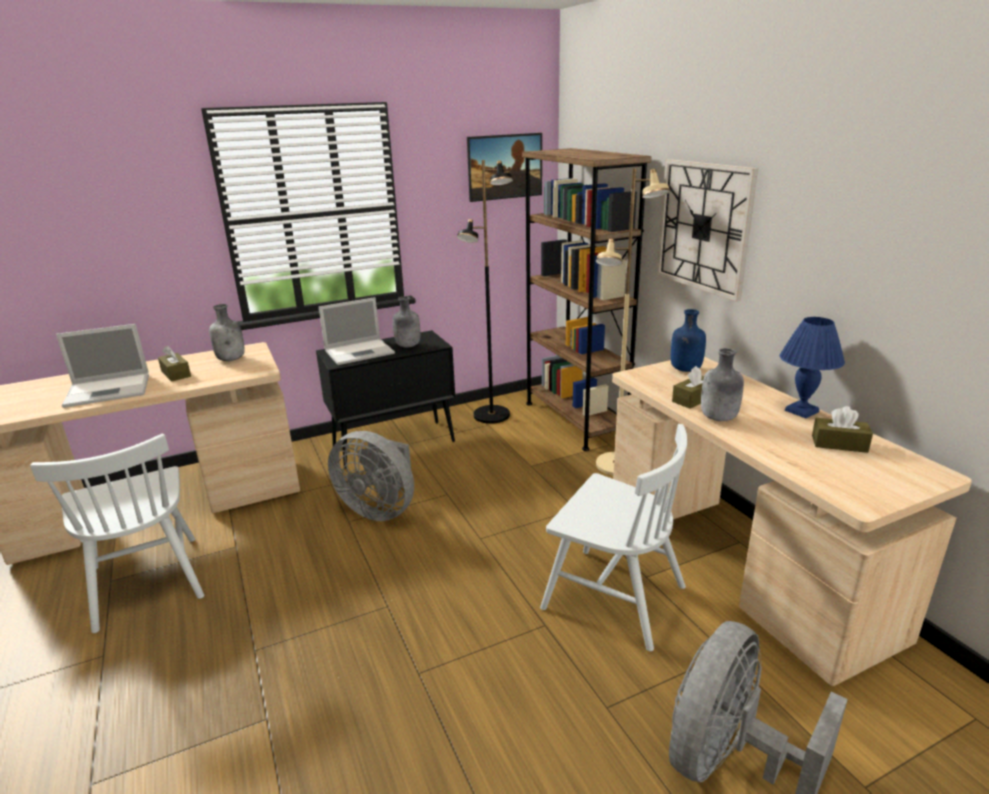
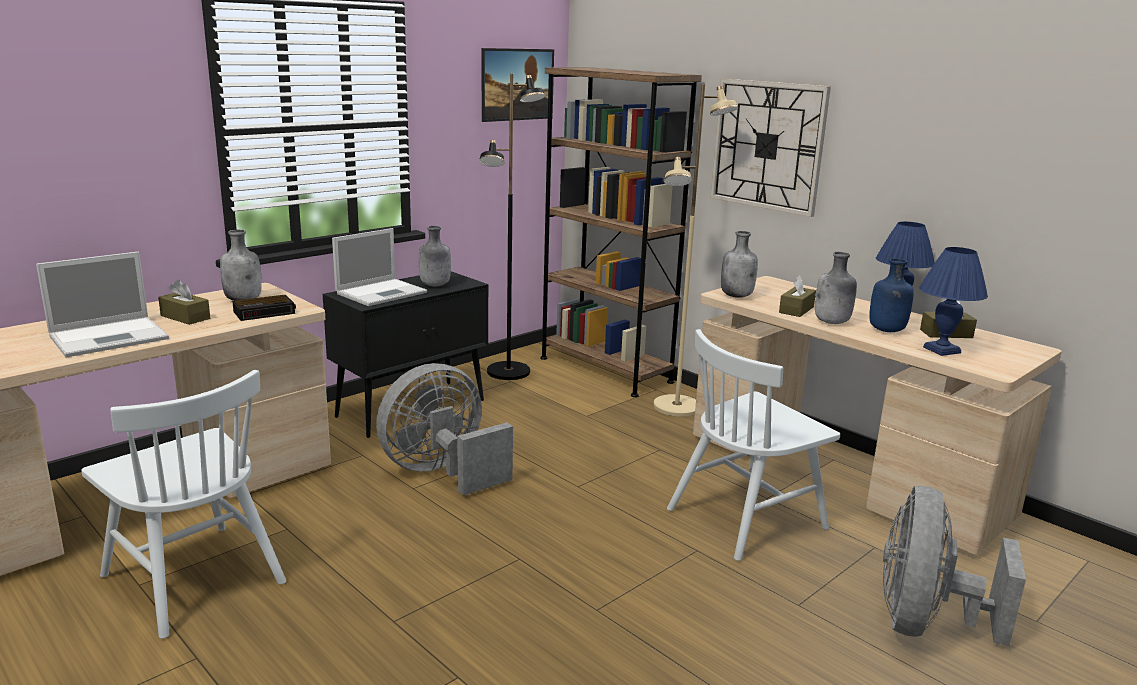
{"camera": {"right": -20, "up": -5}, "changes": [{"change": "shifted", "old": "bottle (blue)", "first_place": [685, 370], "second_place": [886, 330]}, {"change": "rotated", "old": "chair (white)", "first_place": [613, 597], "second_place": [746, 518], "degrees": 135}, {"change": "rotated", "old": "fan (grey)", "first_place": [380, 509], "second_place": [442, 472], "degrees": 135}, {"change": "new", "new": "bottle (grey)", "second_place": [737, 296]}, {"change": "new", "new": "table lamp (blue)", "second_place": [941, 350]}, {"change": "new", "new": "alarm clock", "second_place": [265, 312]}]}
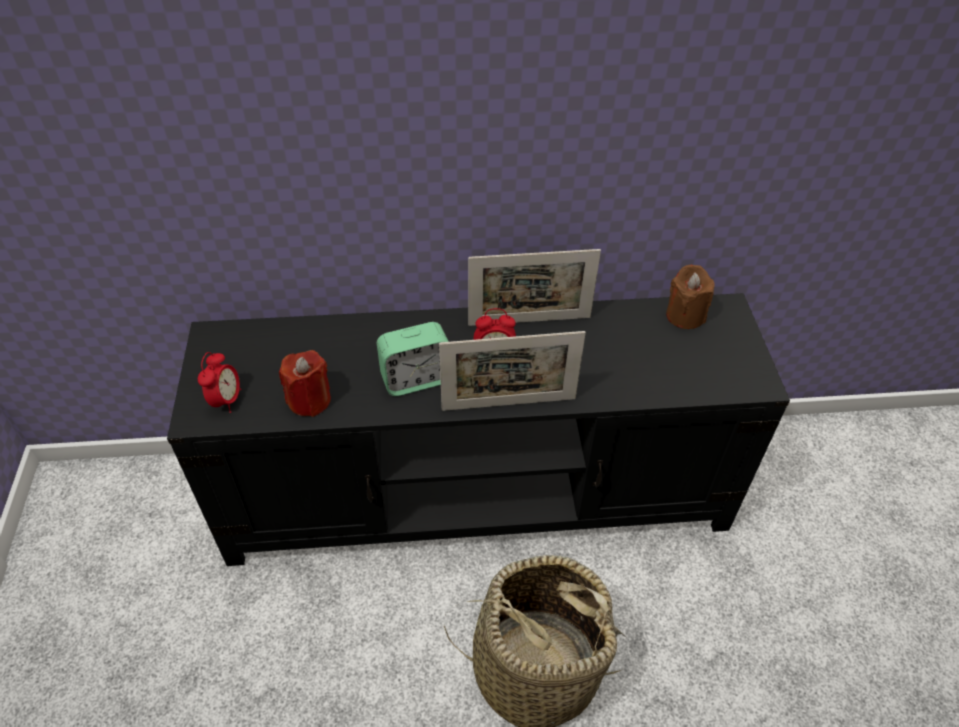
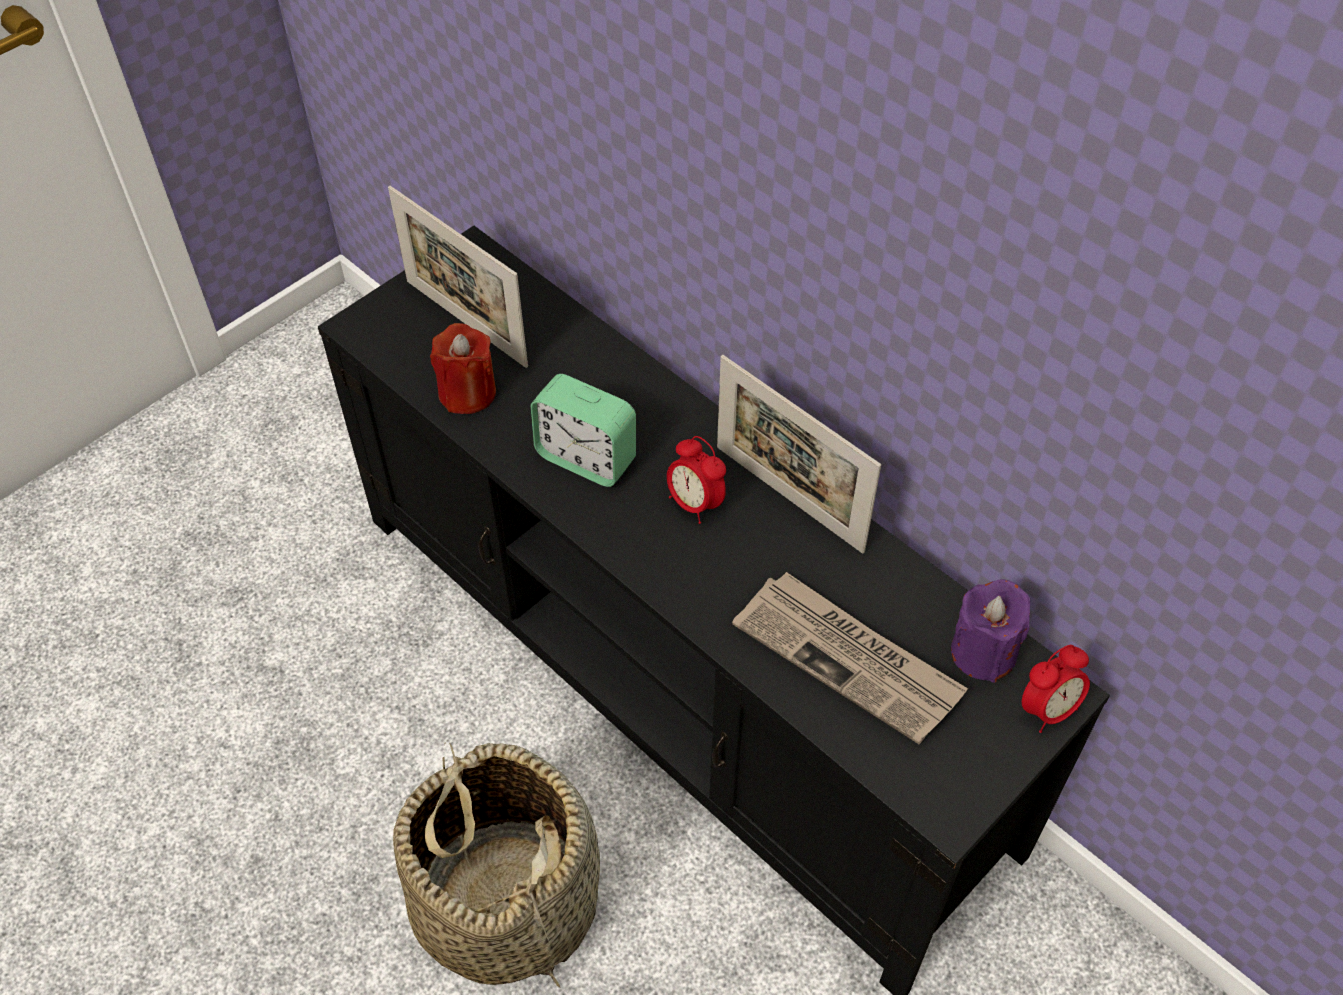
{"camera": {"right": 50, "up": 5}, "changes": [{"change": "repainted", "old": "candle (brown)", "new": "candle (purple)", "first_place": [685, 315], "second_place": [983, 652]}, {"change": "shifted", "old": "picture frame", "first_place": [509, 404], "second_place": [466, 323]}, {"change": "shifted", "old": "alarm clock", "first_place": [226, 400], "second_place": [1047, 709]}, {"change": "new", "new": "newspaper", "second_place": [849, 658]}]}
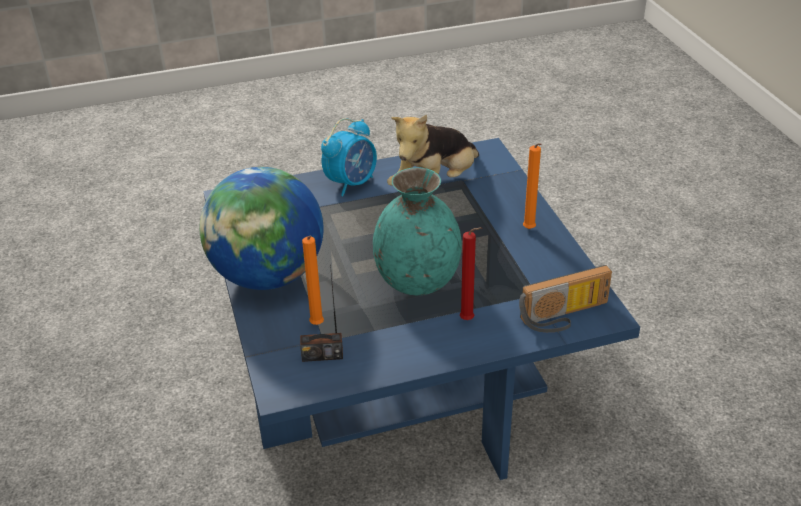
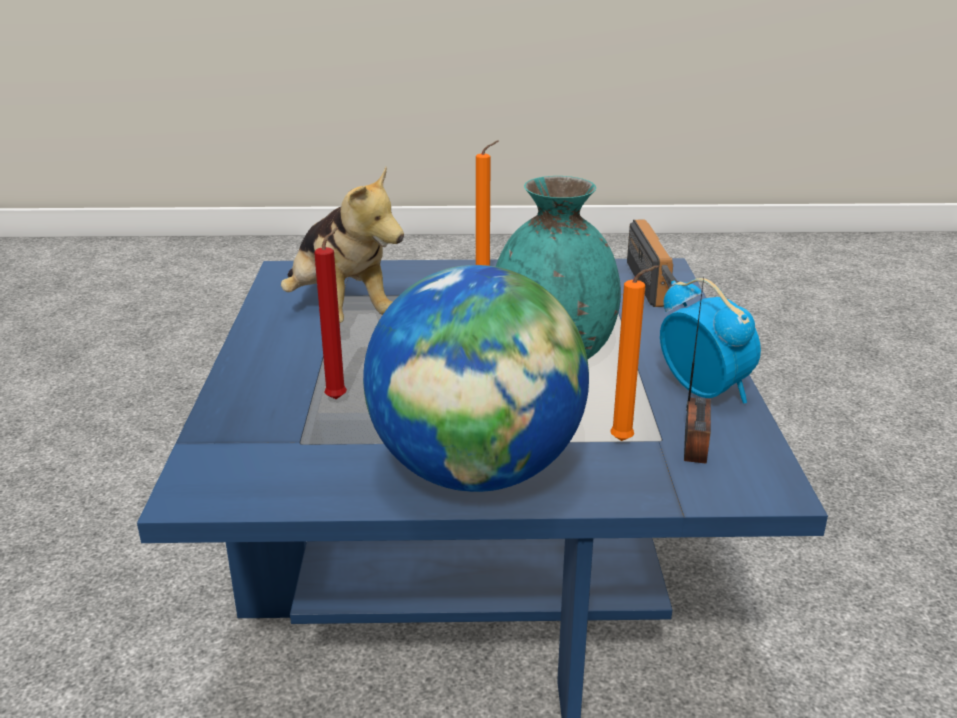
{"camera": {"right": -75, "up": -10}, "changes": [{"change": "shifted", "old": "alarm clock", "first_place": [351, 183], "second_place": [704, 390]}, {"change": "shifted", "old": "candle (red)", "first_place": [469, 320], "second_place": [339, 398]}]}
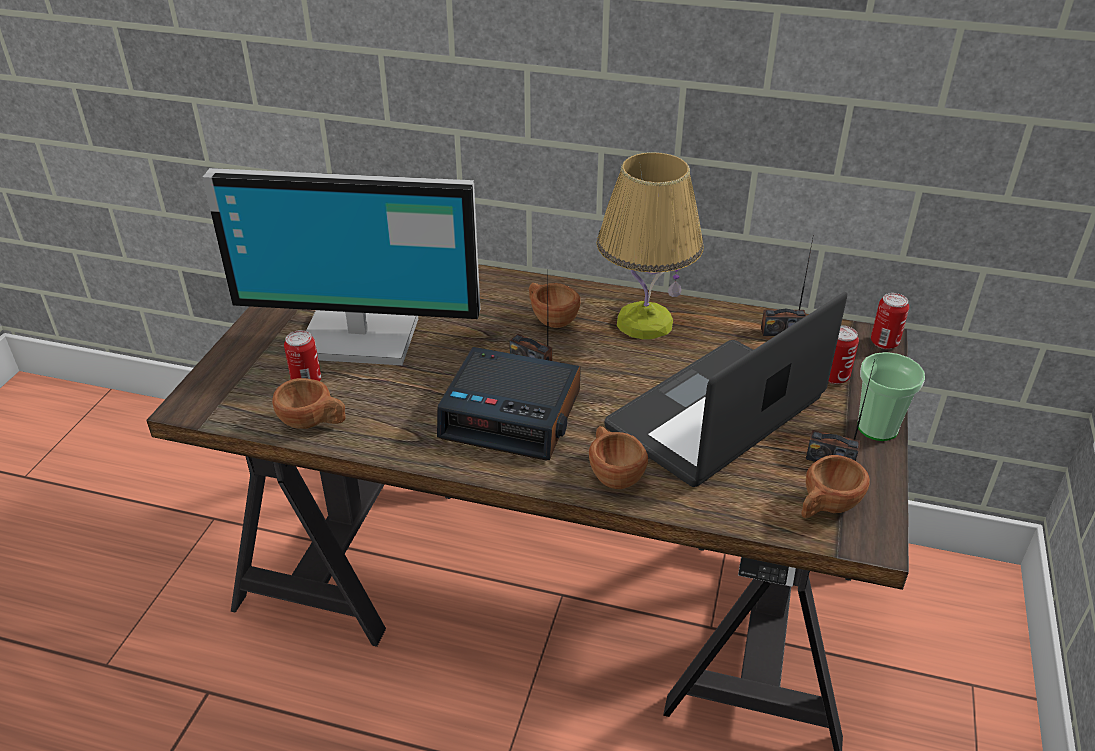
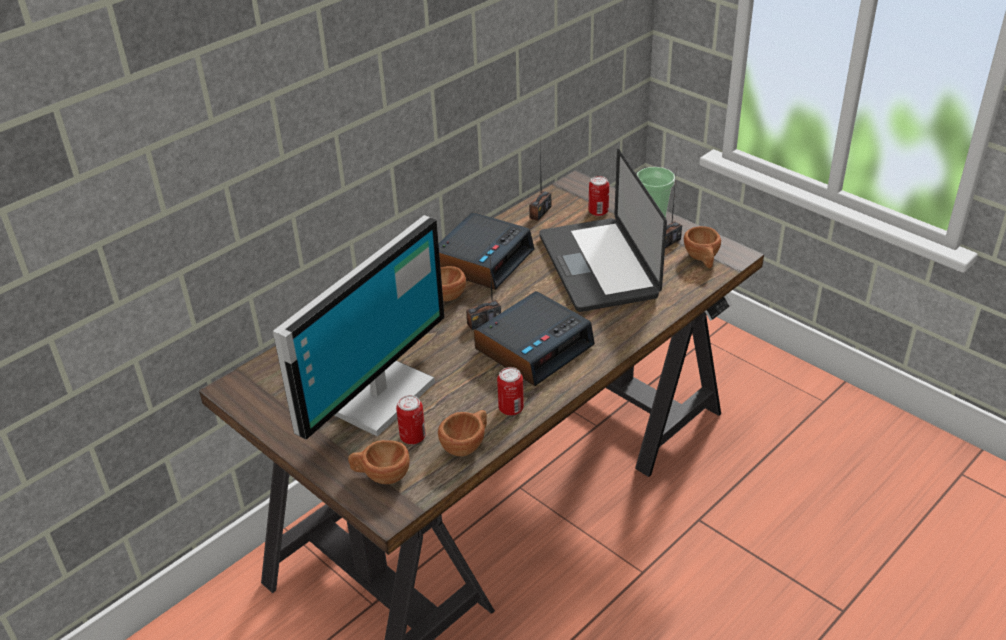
{"camera": {"right": -60, "up": 0}, "changes": [{"change": "swapped", "old": "table lamp", "new": "alarm clock", "first_place": [644, 322], "second_place": [482, 260]}, {"change": "shifted", "old": "can", "first_place": [884, 342], "second_place": [511, 408]}, {"change": "shifted", "old": "cup (brown)", "first_place": [612, 473], "second_place": [381, 476]}]}
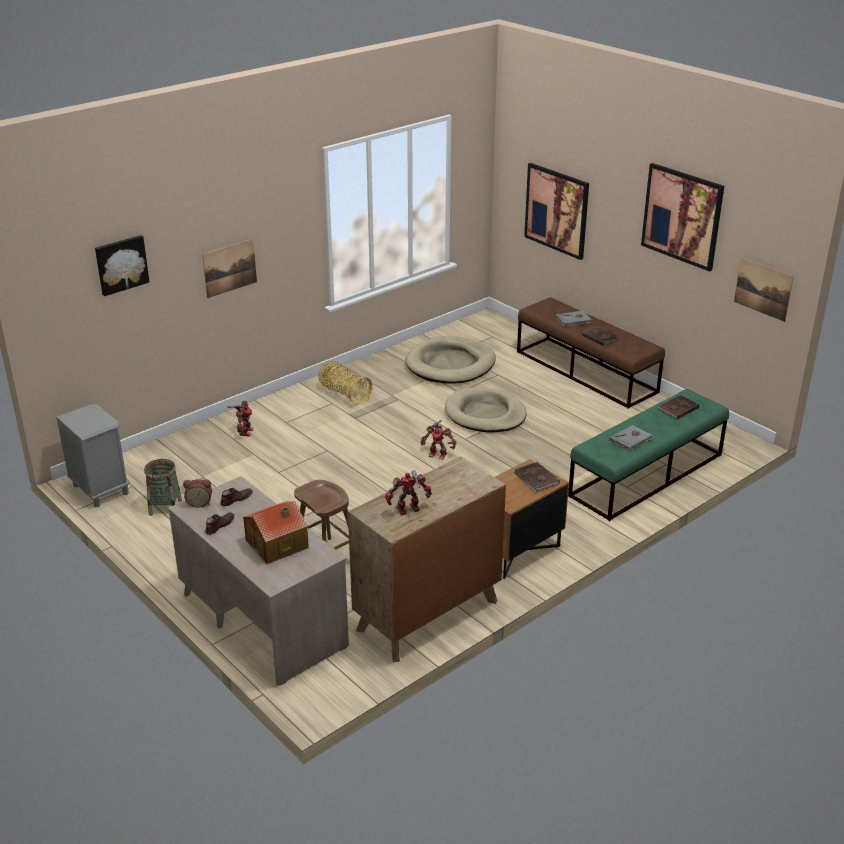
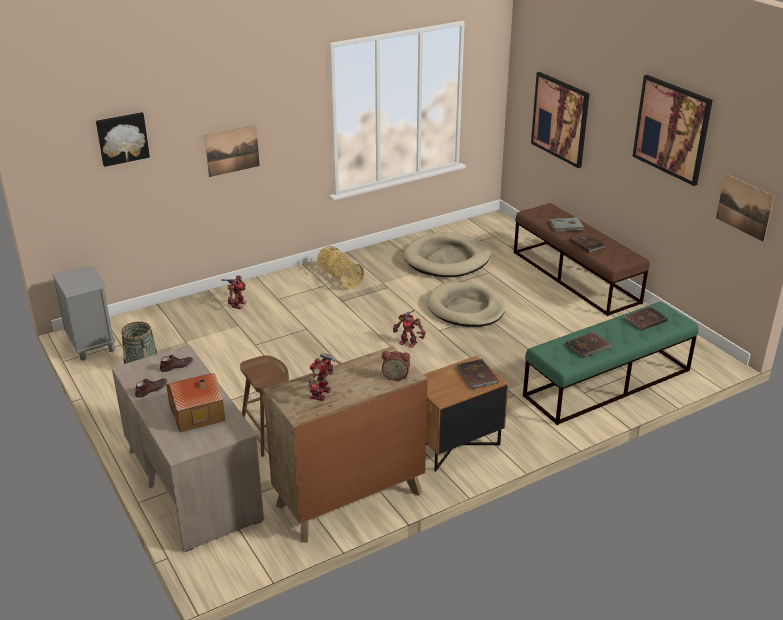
{"camera": {"right": 10, "up": 0}, "changes": [{"change": "repainted", "old": "book (grey)", "new": "book (brown)", "first_place": [631, 440], "second_place": [588, 346]}, {"change": "rotated", "old": "toy robot", "first_place": [409, 510], "second_place": [322, 394], "degrees": -60}, {"change": "shifted", "old": "alarm clock", "first_place": [199, 503], "second_place": [396, 376]}]}
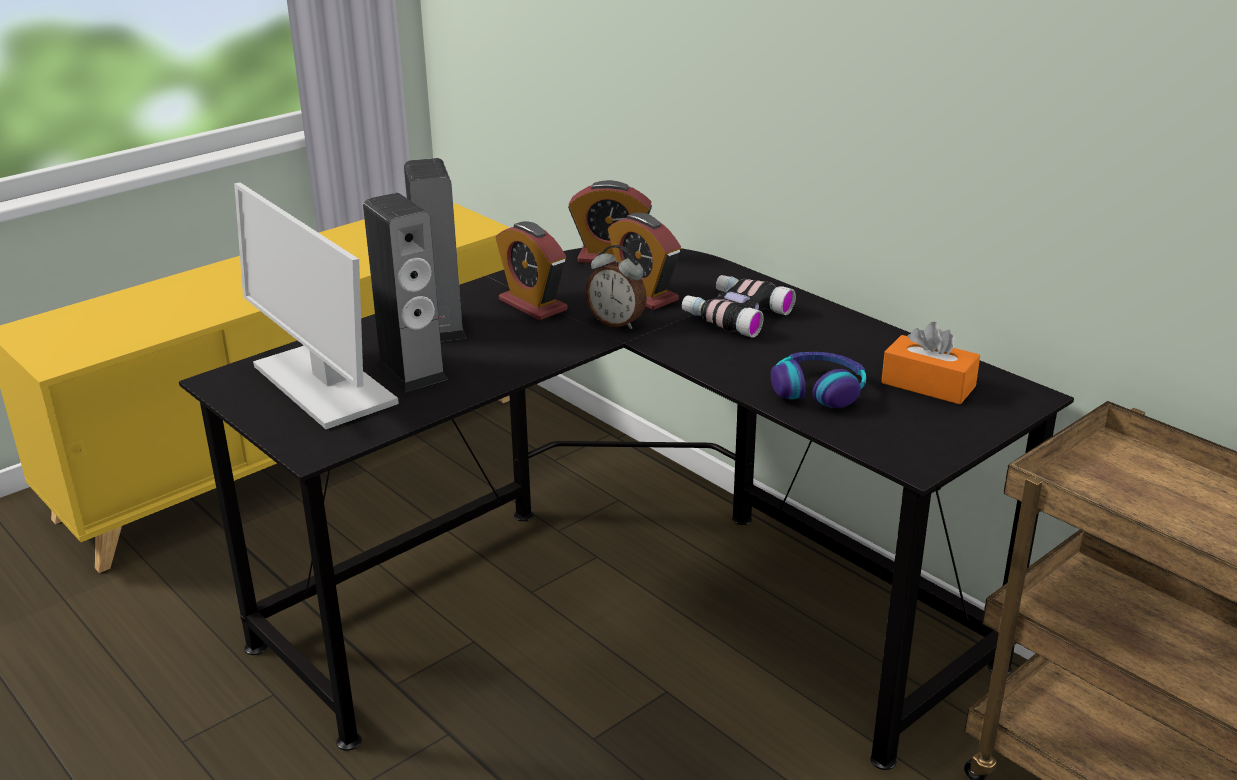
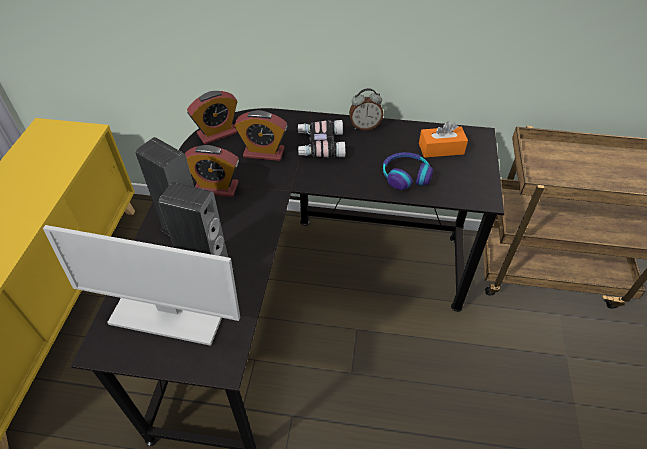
{"camera": {"right": -40, "up": 20}, "changes": [{"change": "shifted", "old": "alarm clock", "first_place": [617, 322], "second_place": [365, 126]}]}
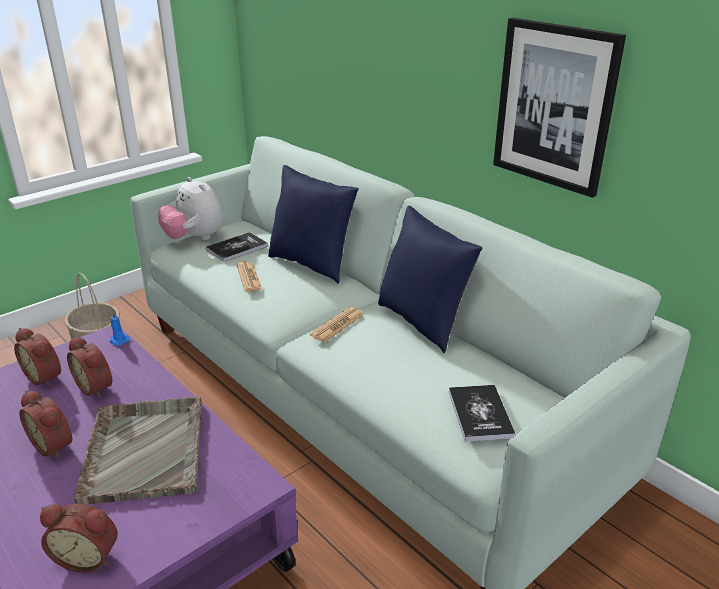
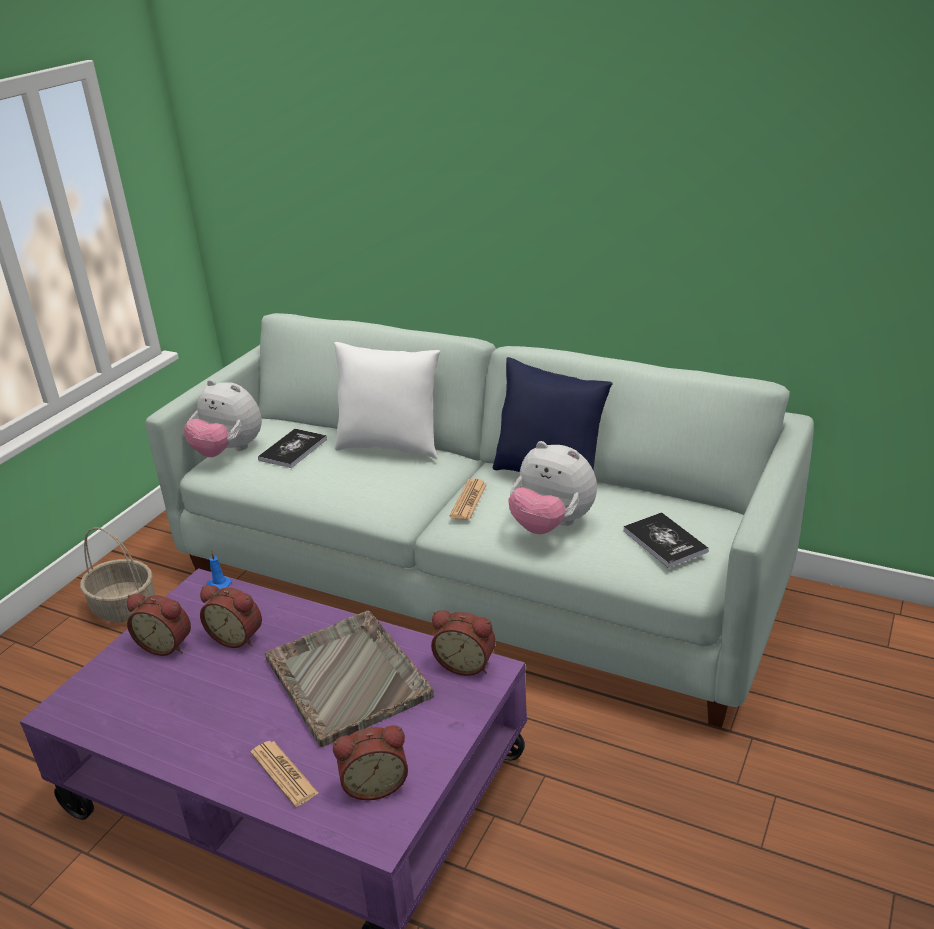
{"camera": {"right": -20, "up": 0}, "changes": [{"change": "gone", "old": "picture", "first_place": [554, 106]}, {"change": "repainted", "old": "pillow (blue)", "new": "pillow (white)", "first_place": [311, 264], "second_place": [390, 446]}, {"change": "shifted", "old": "newspaper", "first_place": [249, 277], "second_place": [284, 773]}, {"change": "shifted", "old": "alarm clock", "first_place": [55, 445], "second_place": [466, 663]}, {"change": "new", "new": "plush toy", "second_place": [552, 525]}]}
